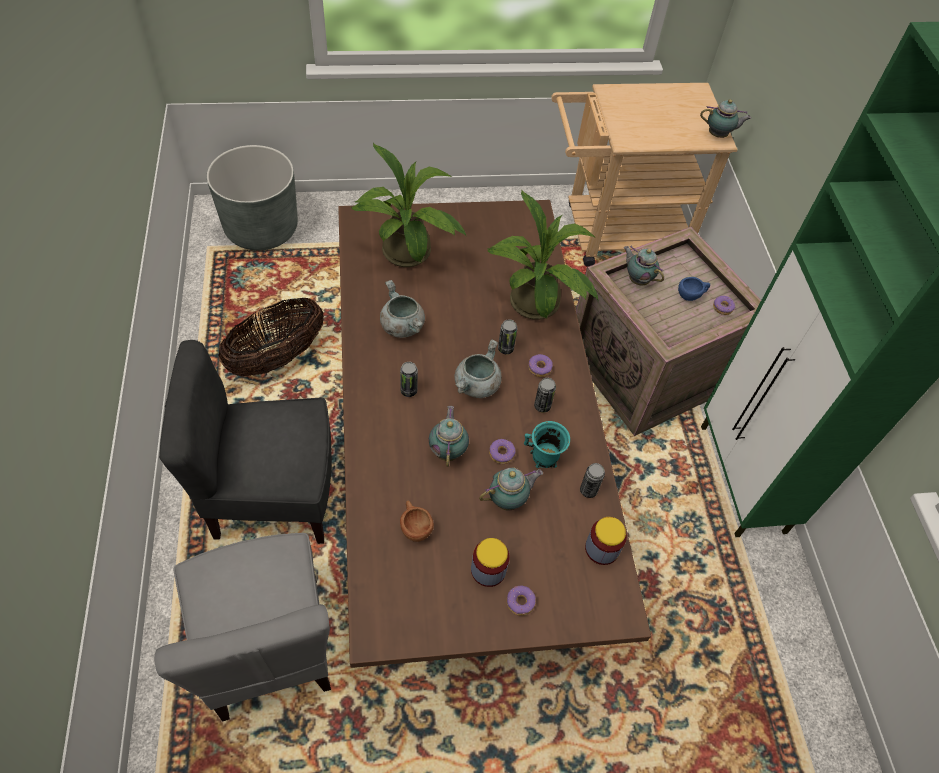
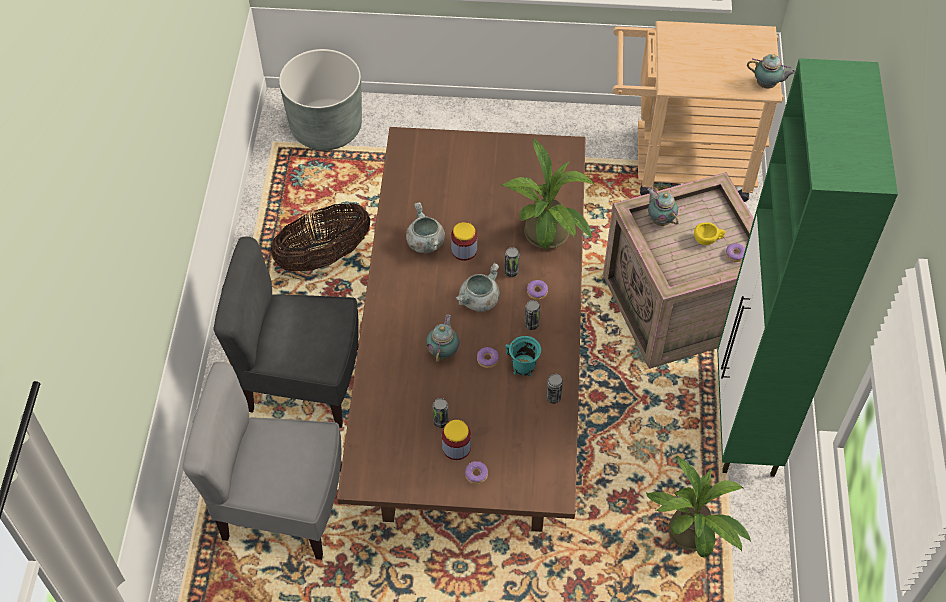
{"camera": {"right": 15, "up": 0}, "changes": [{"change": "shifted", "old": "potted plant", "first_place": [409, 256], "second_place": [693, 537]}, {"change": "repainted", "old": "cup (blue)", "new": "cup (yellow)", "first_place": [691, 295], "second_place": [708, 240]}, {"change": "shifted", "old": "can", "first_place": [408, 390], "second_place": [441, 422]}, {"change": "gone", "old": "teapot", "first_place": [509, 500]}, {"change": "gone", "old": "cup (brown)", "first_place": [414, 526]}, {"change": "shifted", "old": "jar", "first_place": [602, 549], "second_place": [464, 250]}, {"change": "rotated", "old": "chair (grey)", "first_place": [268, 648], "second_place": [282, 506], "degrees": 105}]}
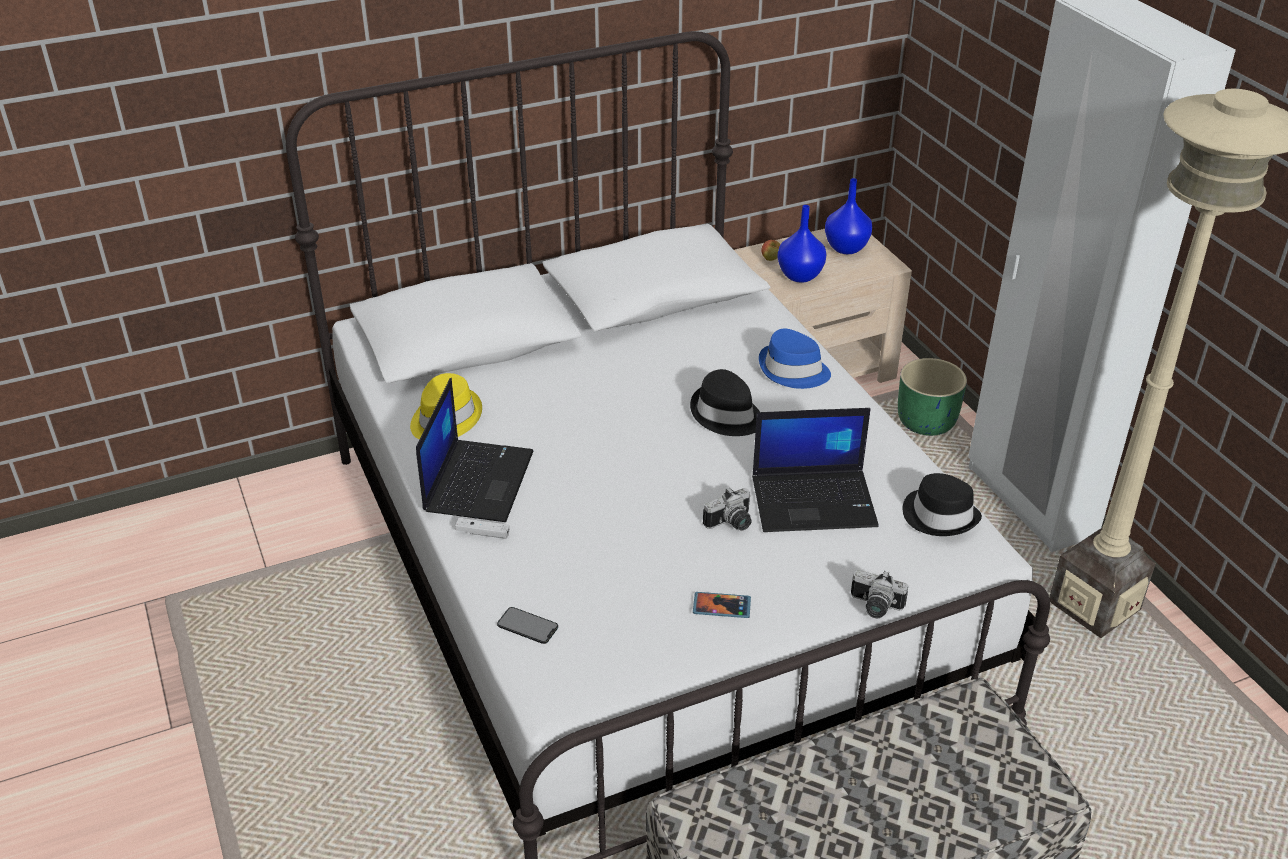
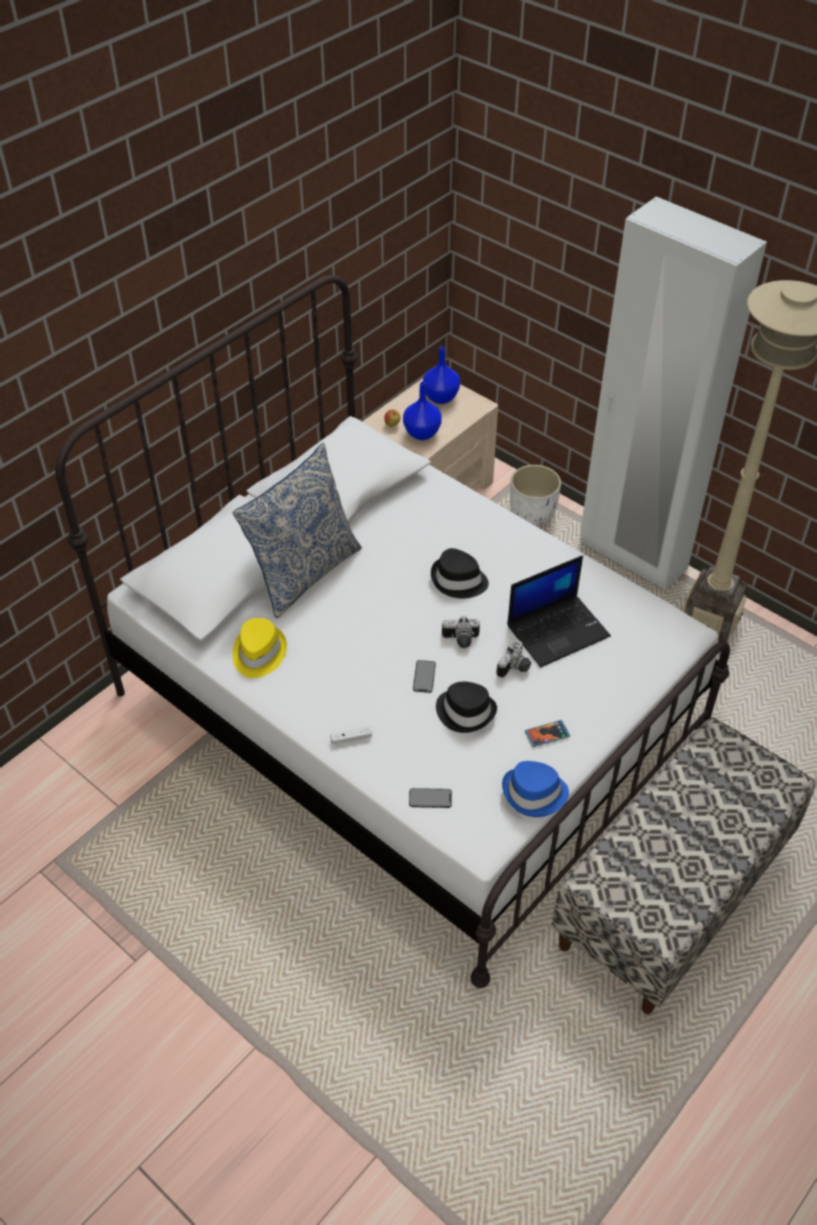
{"camera": {"right": -25, "up": 10}, "changes": [{"change": "shifted", "old": "hat (blue)", "first_place": [793, 371], "second_place": [534, 793]}, {"change": "repainted", "old": "planter (green)", "new": "planter (white)", "first_place": [926, 421], "second_place": [532, 512]}, {"change": "gone", "old": "laptop", "first_place": [478, 480]}, {"change": "shifted", "old": "hat (black)", "first_place": [940, 515], "second_place": [466, 711]}, {"change": "shifted", "old": "photo camera", "first_place": [874, 607], "second_place": [460, 640]}, {"change": "new", "new": "pillow", "second_place": [303, 572]}, {"change": "new", "new": "phone", "second_place": [424, 676]}]}
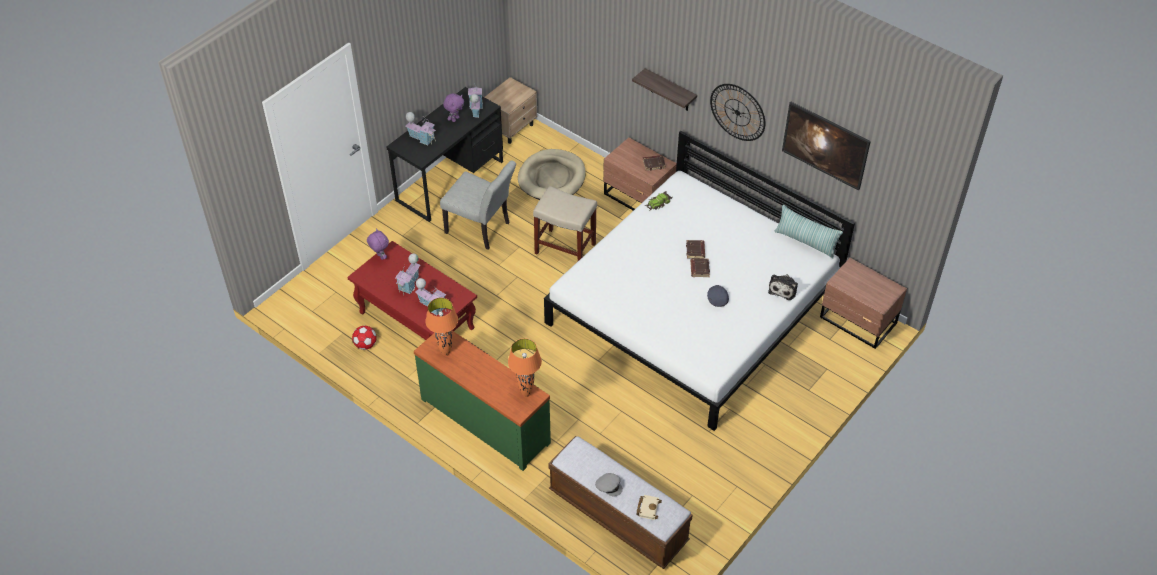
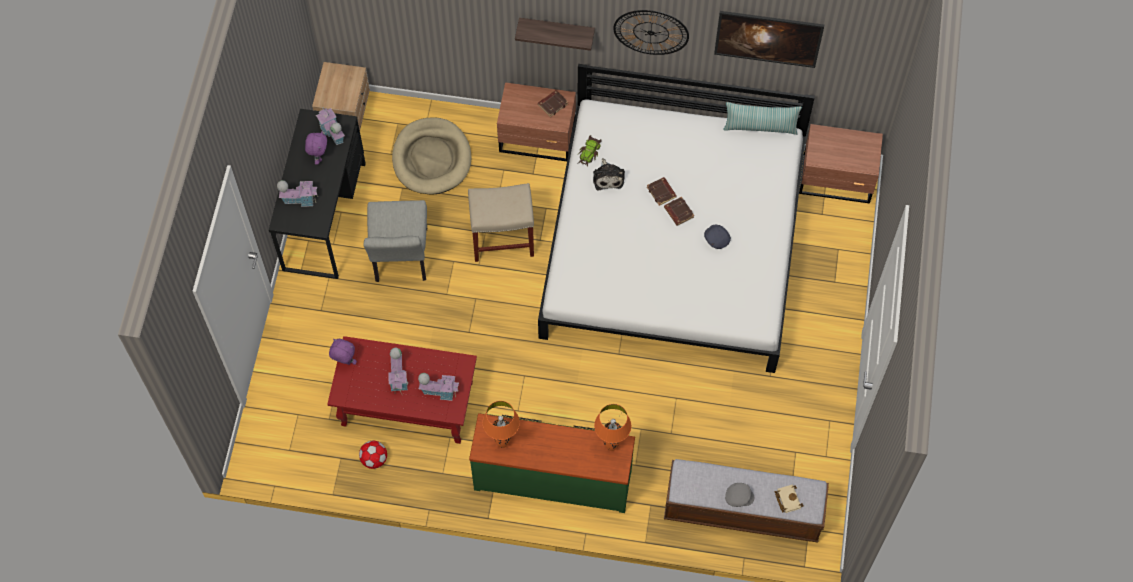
{"camera": {"right": -30, "up": 15}, "changes": [{"change": "rotated", "old": "chair (grey)", "first_place": [482, 229], "second_place": [400, 260], "degrees": 90}, {"change": "shifted", "old": "plush toy", "first_place": [783, 289], "second_place": [608, 177]}]}
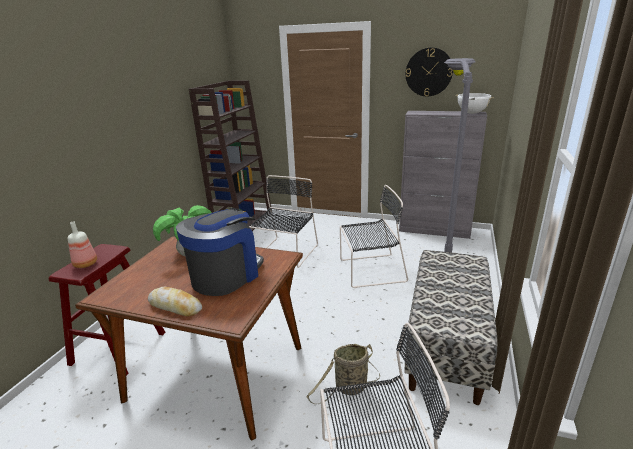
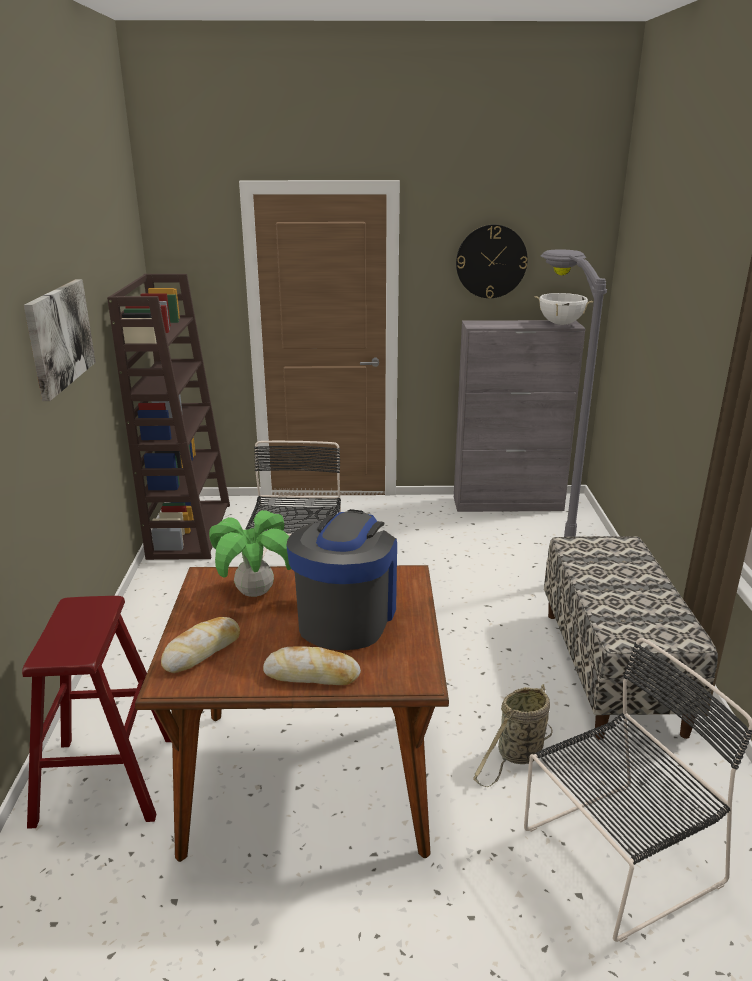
{"camera": {"right": -20, "up": 0}, "changes": [{"change": "gone", "old": "chair (black)", "first_place": [369, 270]}, {"change": "gone", "old": "bottle", "first_place": [86, 264]}, {"change": "new", "new": "picture", "second_place": [59, 336]}, {"change": "new", "new": "bread", "second_place": [202, 651]}]}
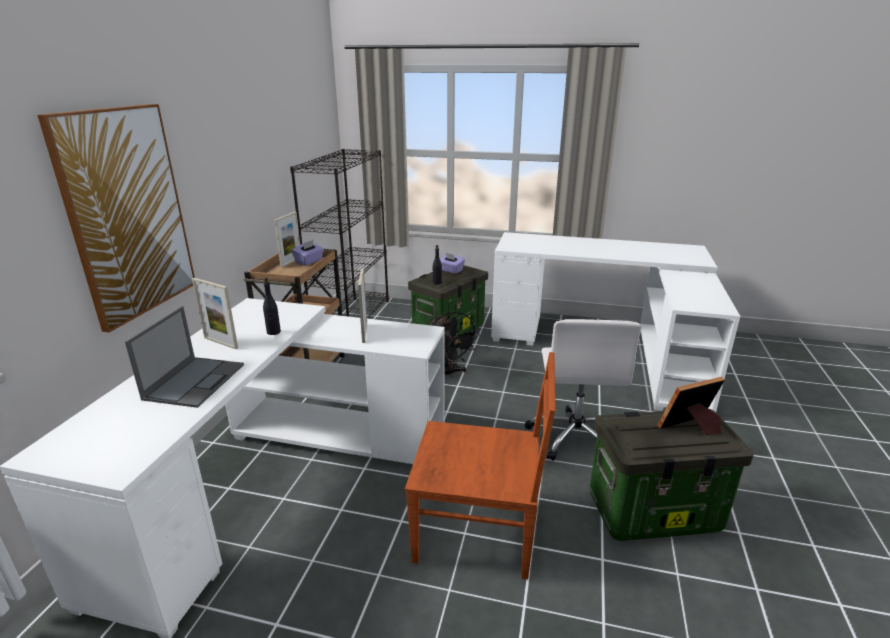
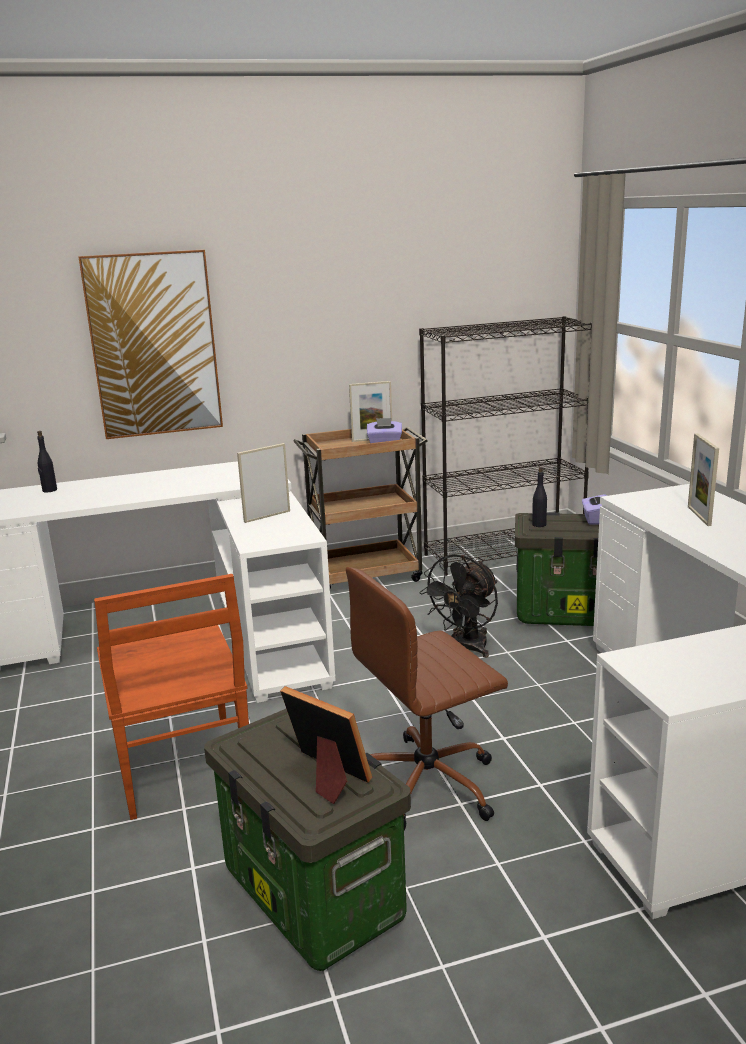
{"camera": {"right": 60, "up": -5}, "changes": [{"change": "shifted", "old": "bottle (black)", "first_place": [273, 332], "second_place": [49, 490]}, {"change": "shifted", "old": "picture frame", "first_place": [220, 343], "second_place": [699, 516]}, {"change": "gone", "old": "laptop", "first_place": [195, 381]}, {"change": "repainted", "old": "office chair (white)", "new": "office chair (brown)", "first_place": [575, 436], "second_place": [429, 783]}]}
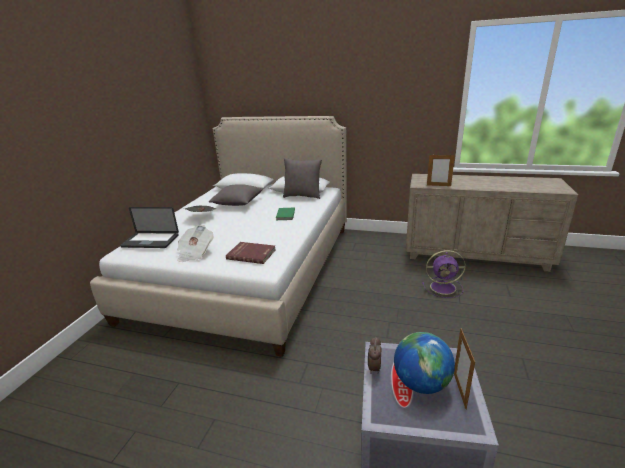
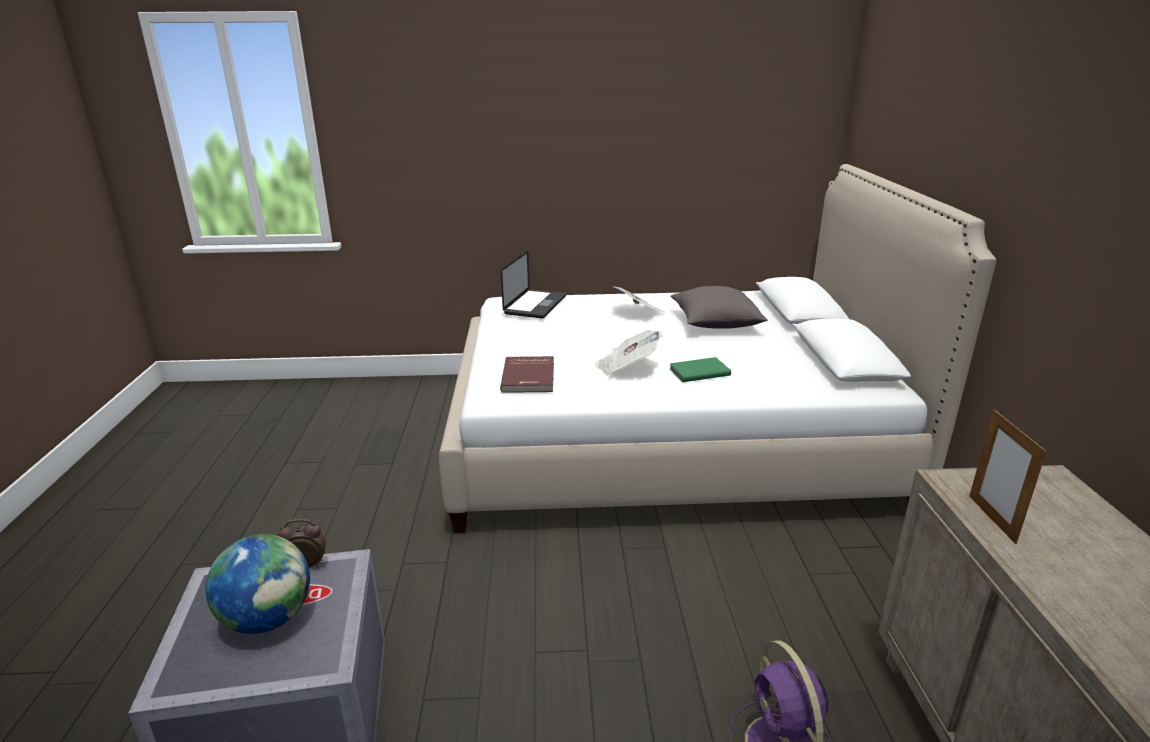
{"camera": {"right": 70, "up": 0}, "changes": [{"change": "gone", "old": "pillow (grey)", "first_place": [302, 196]}, {"change": "rotated", "old": "laptop", "first_place": [150, 241], "second_place": [535, 305], "degrees": -150}, {"change": "shifted", "old": "newspaper", "first_place": [195, 253], "second_place": [627, 368]}, {"change": "gone", "old": "picture frame", "first_place": [459, 390]}]}
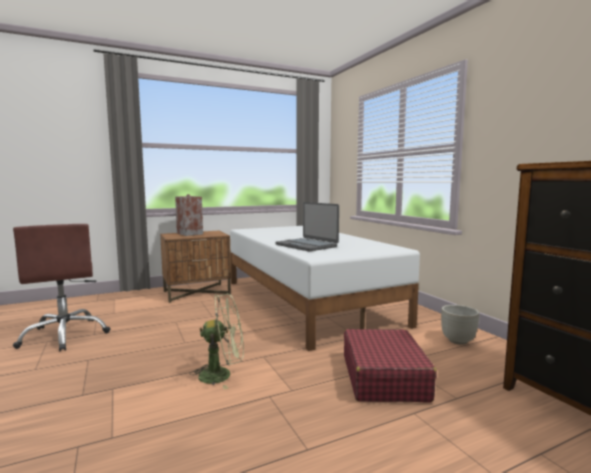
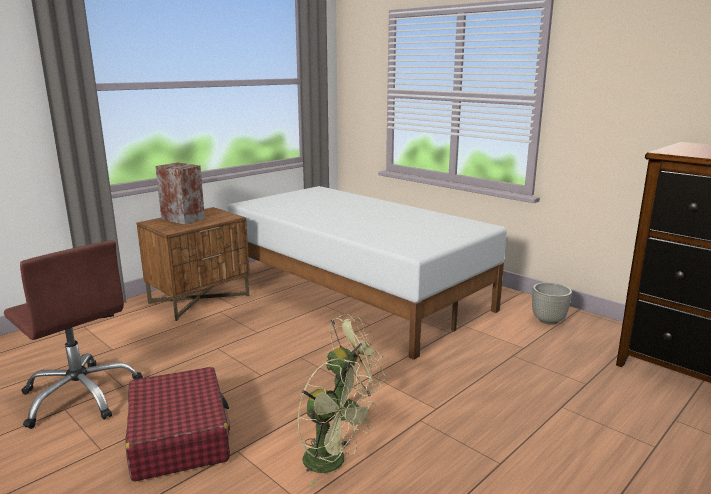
{"camera": {"right": -20, "up": 10}, "changes": [{"change": "gone", "old": "laptop", "first_place": [307, 245]}, {"change": "shifted", "old": "suitcase (red)", "first_place": [384, 377], "second_place": [179, 436]}, {"change": "new", "new": "fan (green)", "second_place": [333, 462]}]}
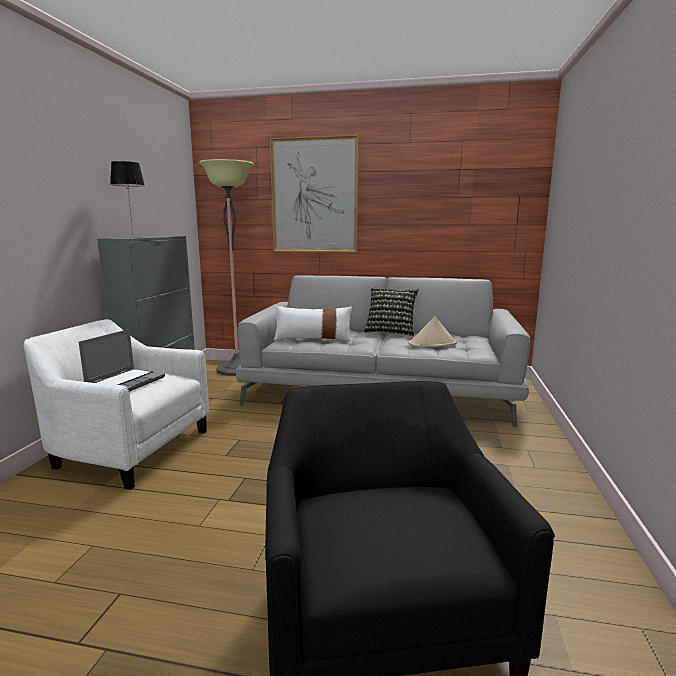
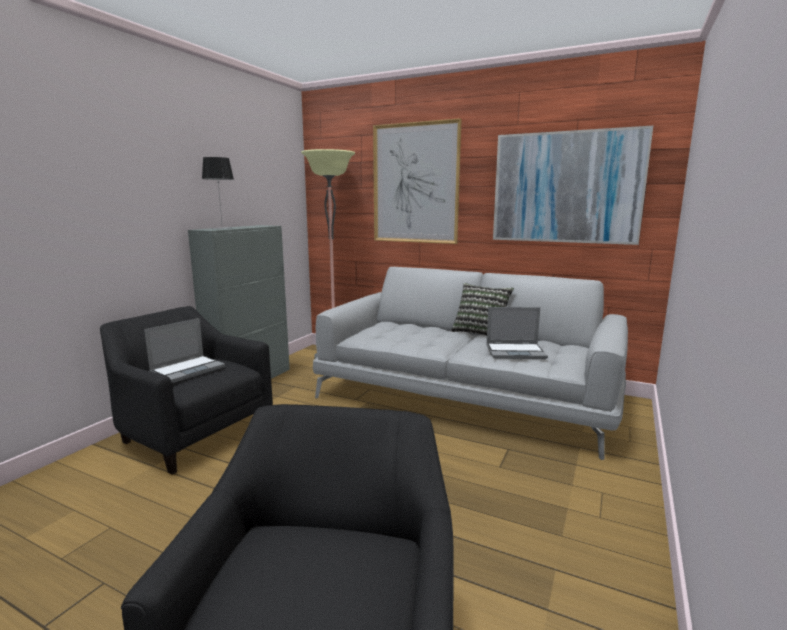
{"camera": {"right": 15, "up": 0}, "changes": [{"change": "gone", "old": "pillow (white)", "first_place": [313, 338]}, {"change": "swapped", "old": "hat (beige)", "new": "laptop", "first_place": [432, 344], "second_place": [516, 352]}, {"change": "repainted", "old": "armchair (white)", "new": "armchair (black)", "first_place": [128, 450], "second_place": [192, 432]}, {"change": "new", "new": "picture", "second_place": [566, 188]}]}
